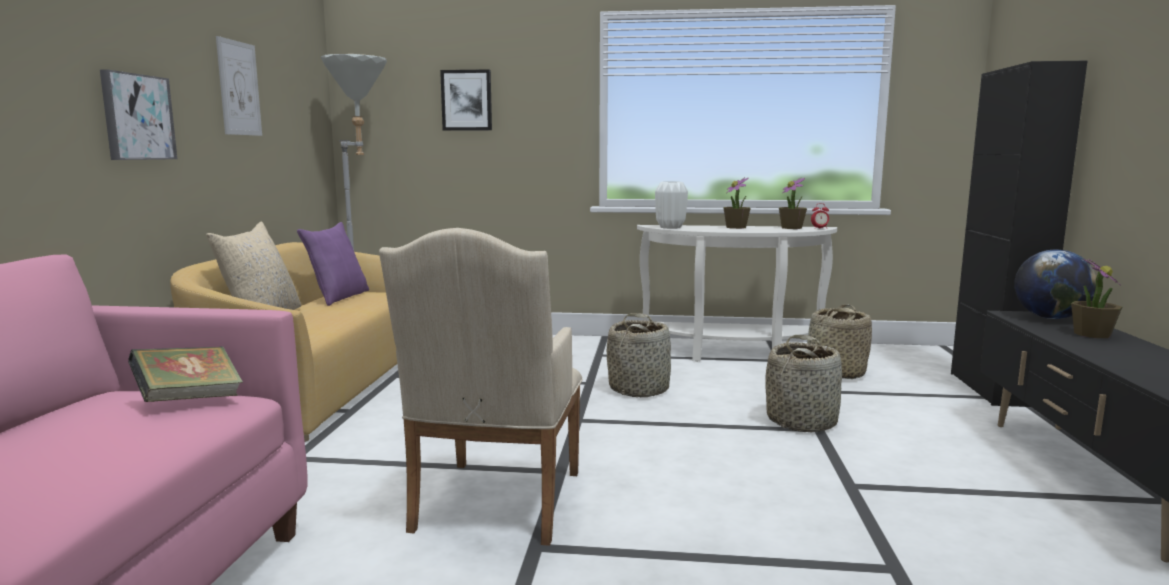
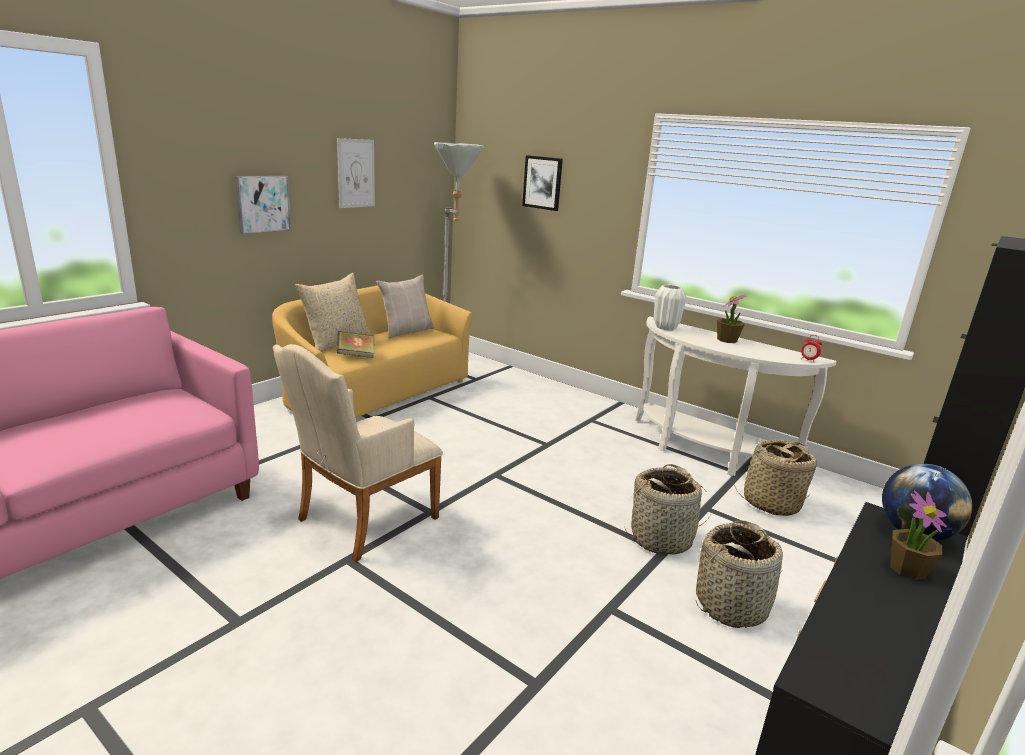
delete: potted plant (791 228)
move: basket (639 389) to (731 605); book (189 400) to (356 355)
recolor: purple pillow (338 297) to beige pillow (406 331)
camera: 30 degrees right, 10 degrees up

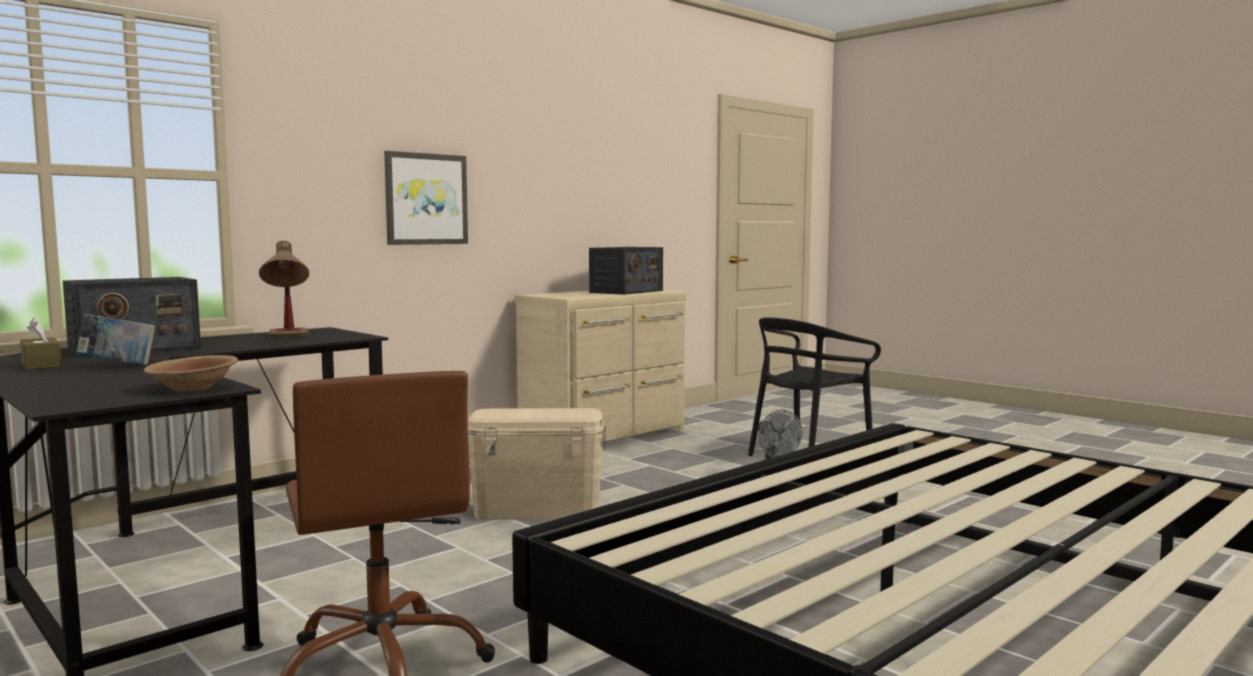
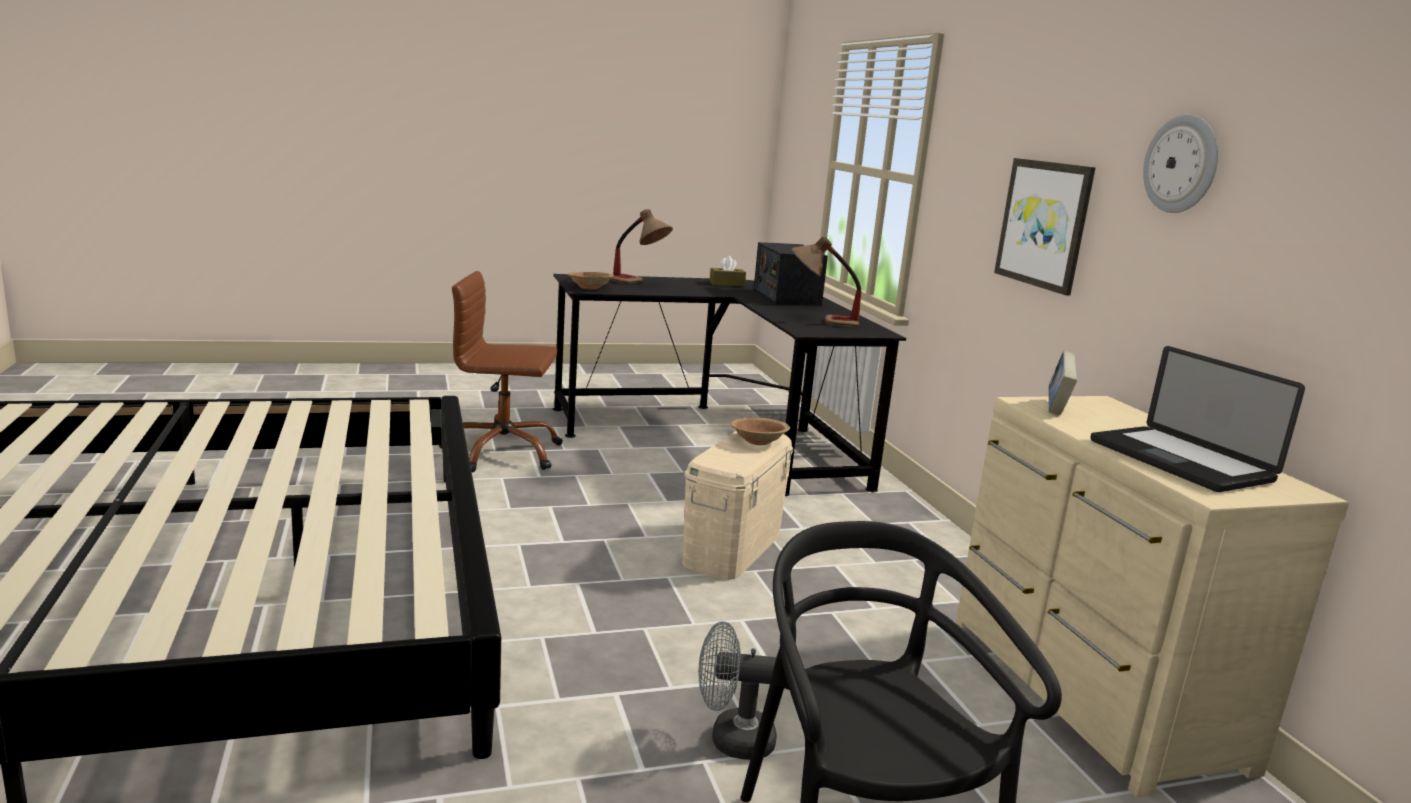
insert: wall clock (1182 164); table lamp (638 283); brown bowl (758 442)
move: book (118 365) to (1056 408)
replace: radio (626 291) to laptop (1179 461)
camera: 115 degrees right, 10 degrees up

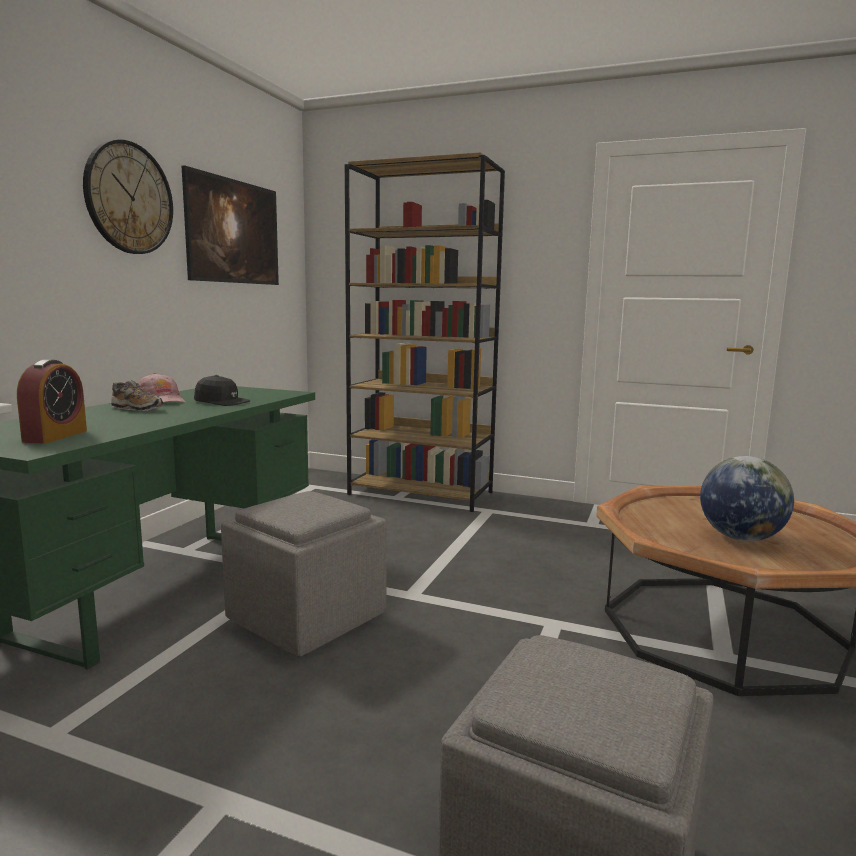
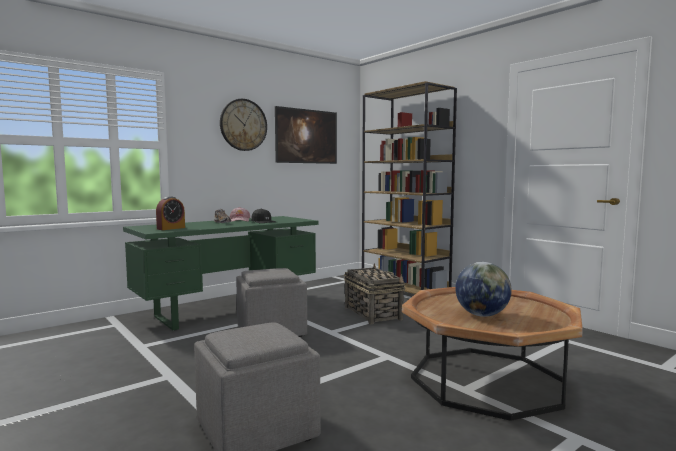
insert: basket (372 313)
camera: 30 degrees right, 5 degrees down

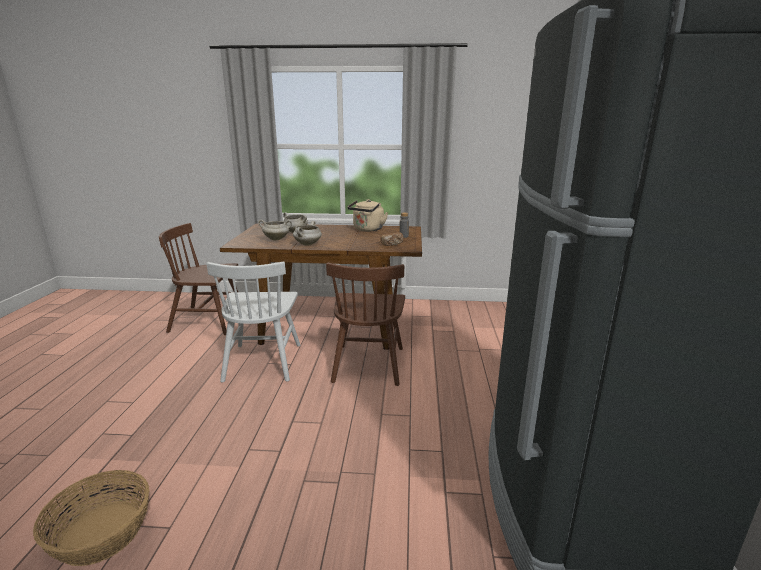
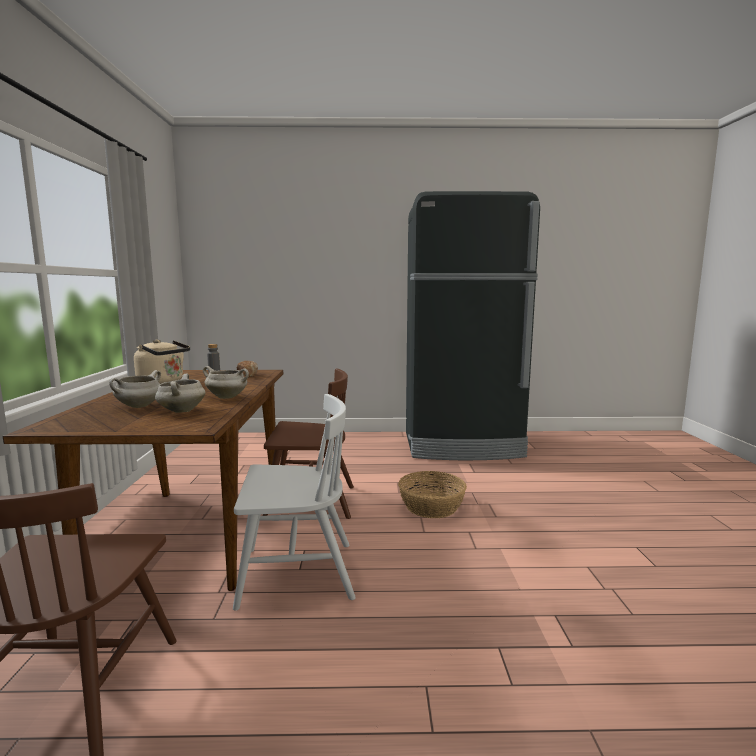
move: basket (101 533) to (432 506)
camera: 95 degrees left, 10 degrees down

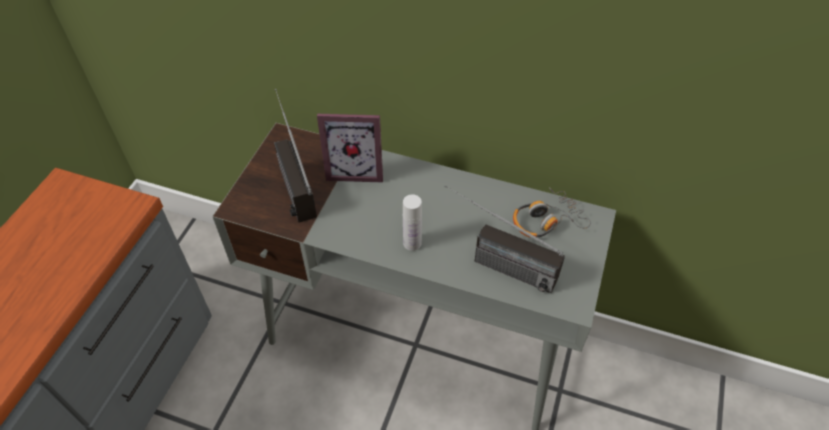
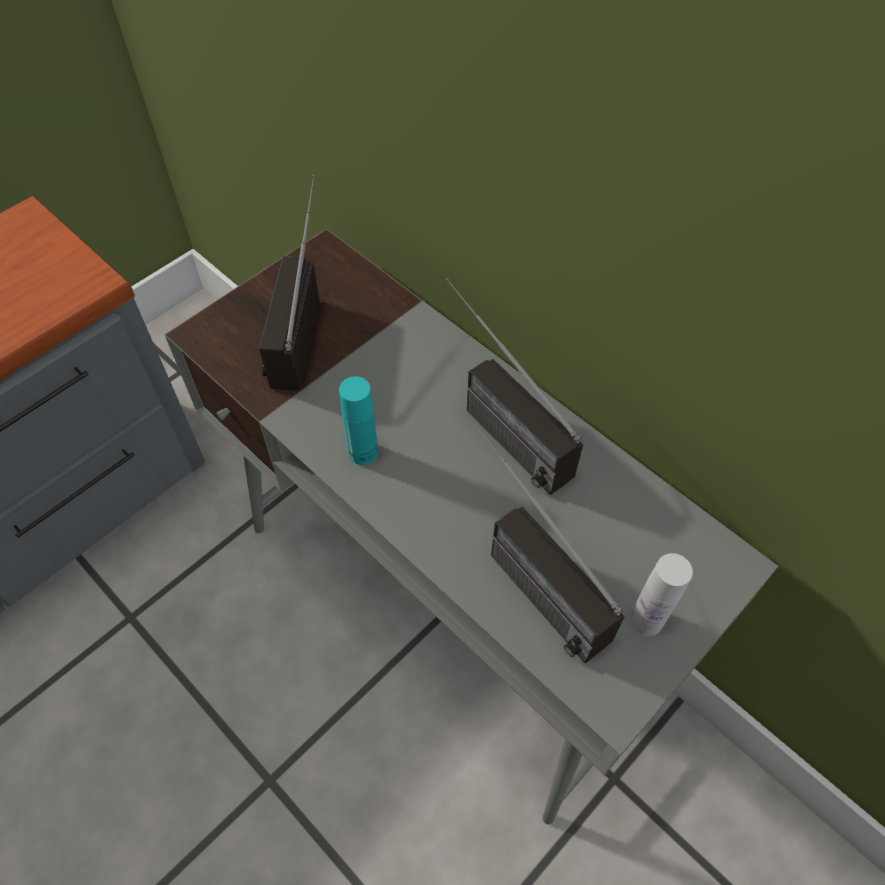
delete: picture frame (355 169); headphones (546 221)
insert: radio (493 422); turquoise bottle (363 452)
move: white bottle (412 243) to (646 620)
camera: 25 degrees right, 5 degrees up

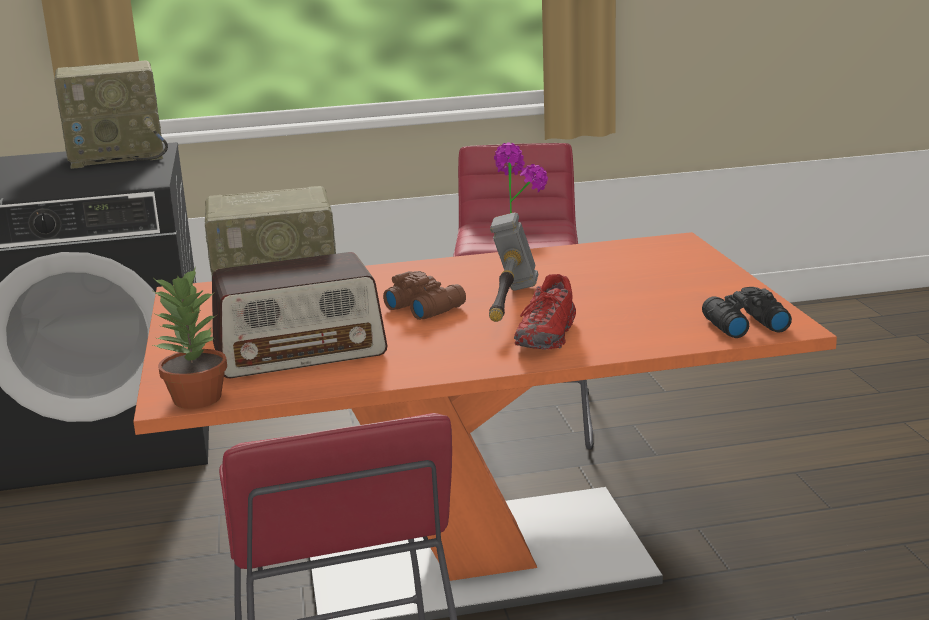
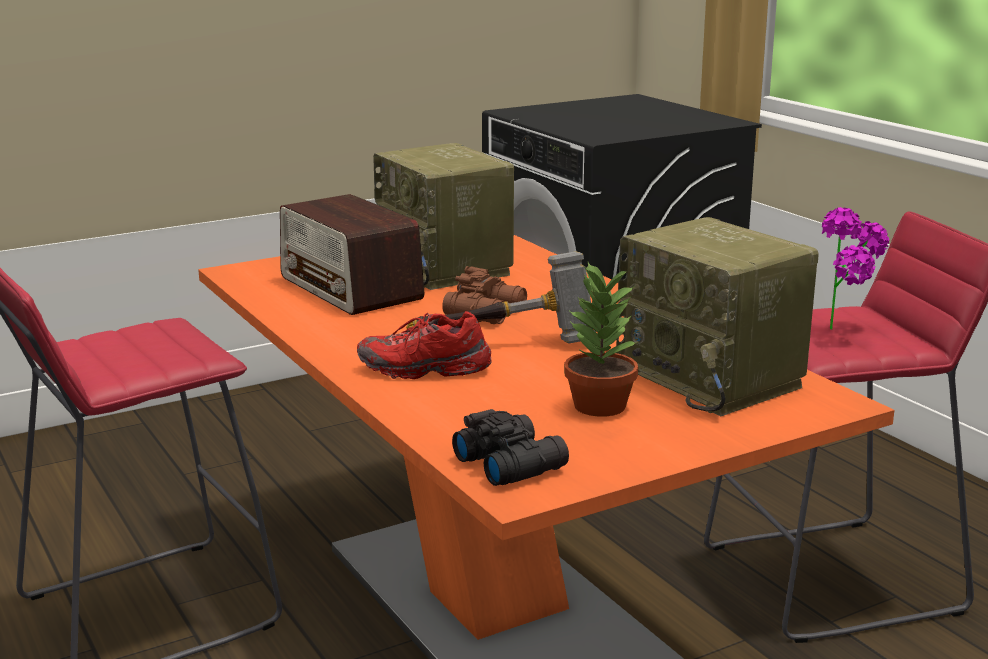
move: radio (118 156) to (713 379); potted plant (196 399) to (598 405)
camera: 70 degrees right, 0 degrees up

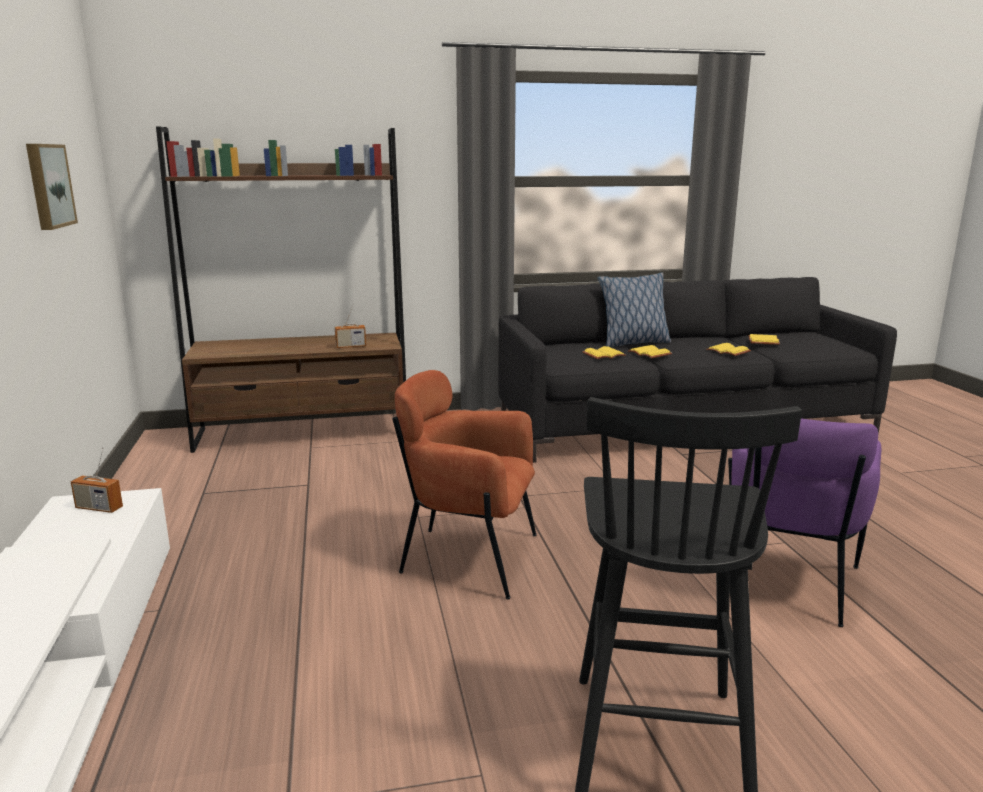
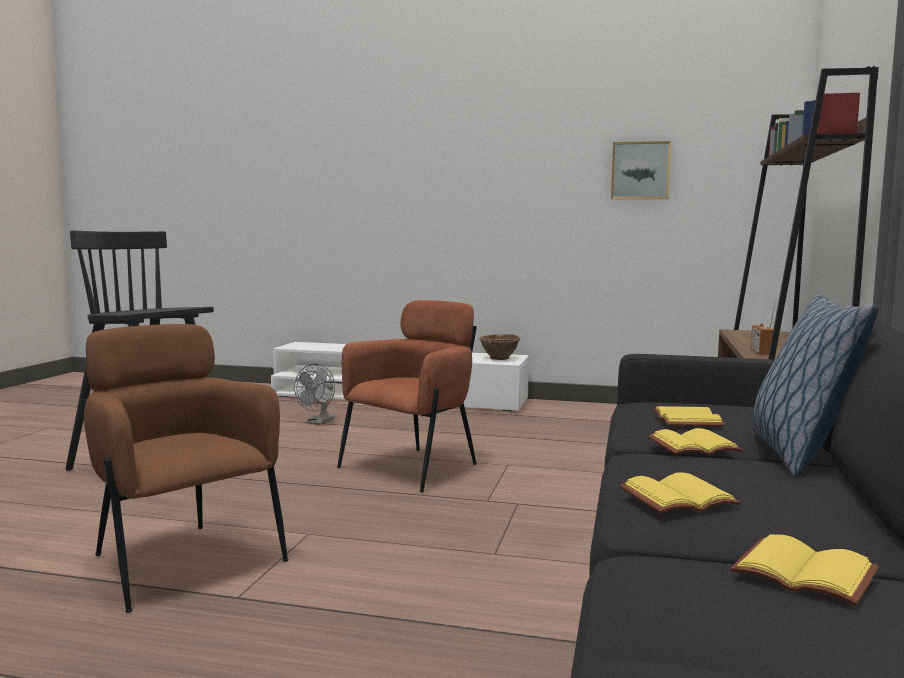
insert: grey fan (318 422)
replace: radio (99 508) to brown bowl (499 358)
recolor: purple armchair (787 584) to brown armchair (180 562)
camera: 115 degrees right, 10 degrees down

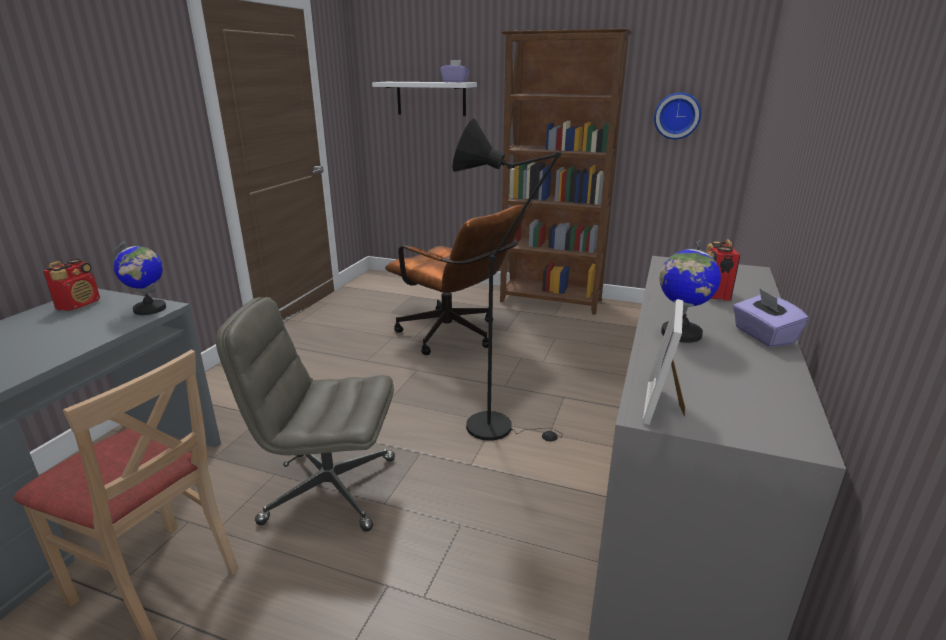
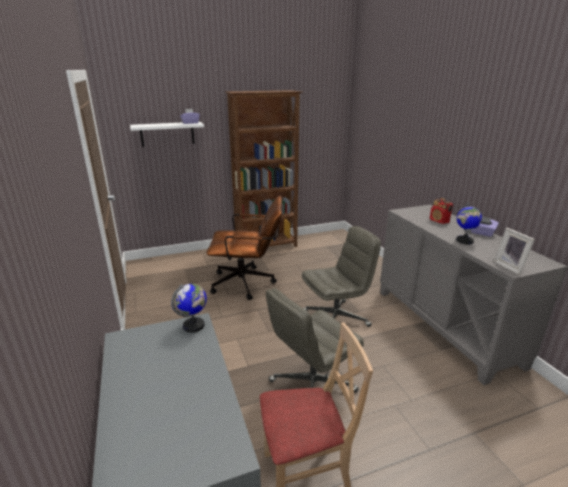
delete: wall clock (677 115); radio (79 304)
replace: black floor lamp (498 427) to grey office chair (336 318)
camera: 40 degrees left, 0 degrees up

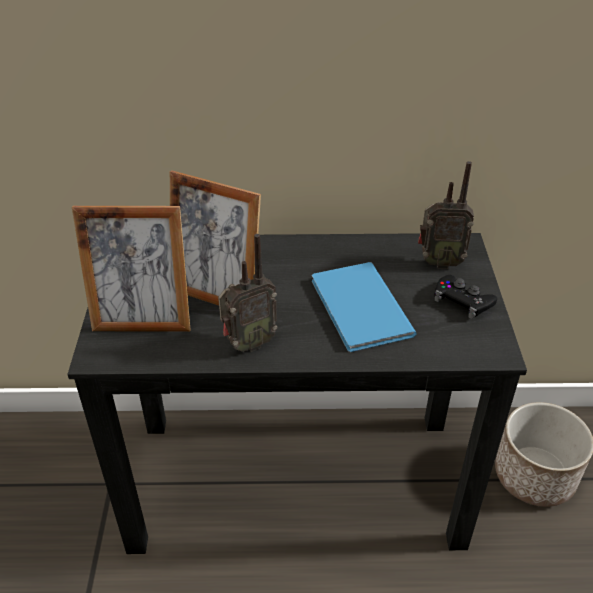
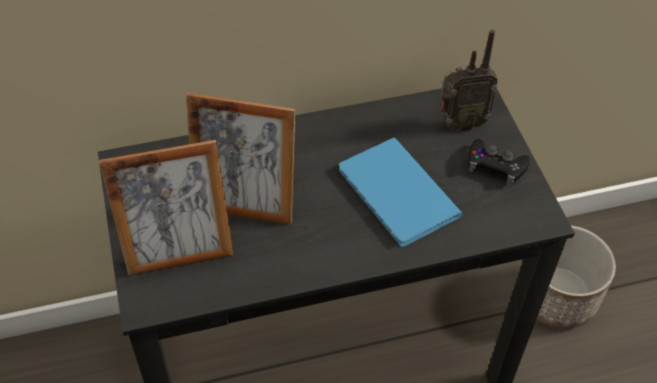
delete: radio (247 344)
camera: 15 degrees left, 10 degrees up

